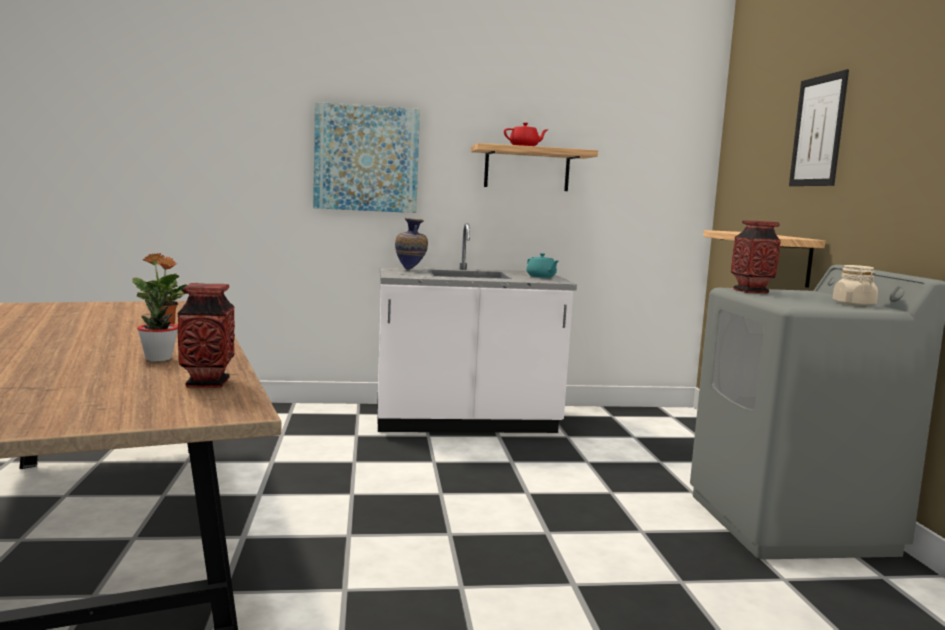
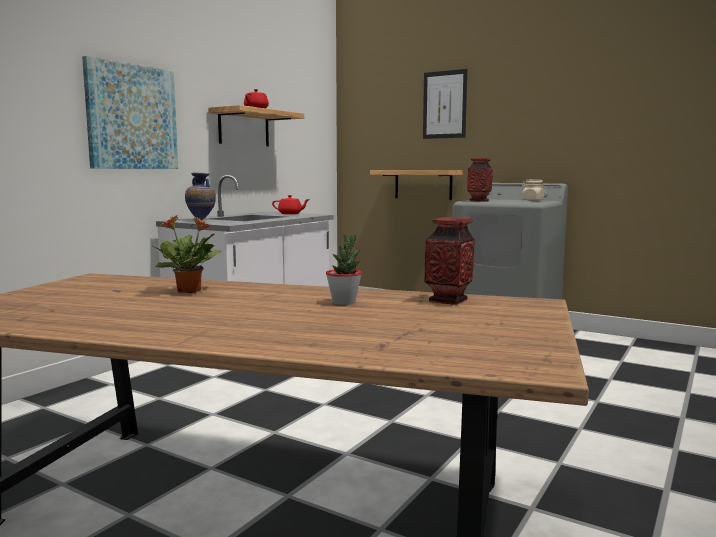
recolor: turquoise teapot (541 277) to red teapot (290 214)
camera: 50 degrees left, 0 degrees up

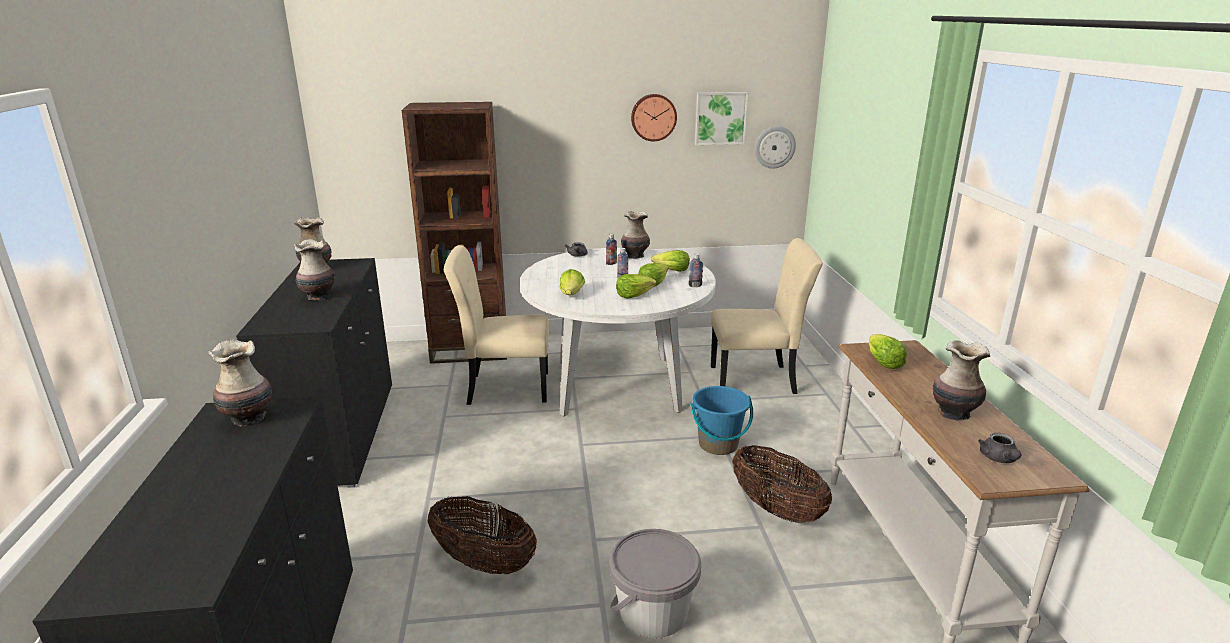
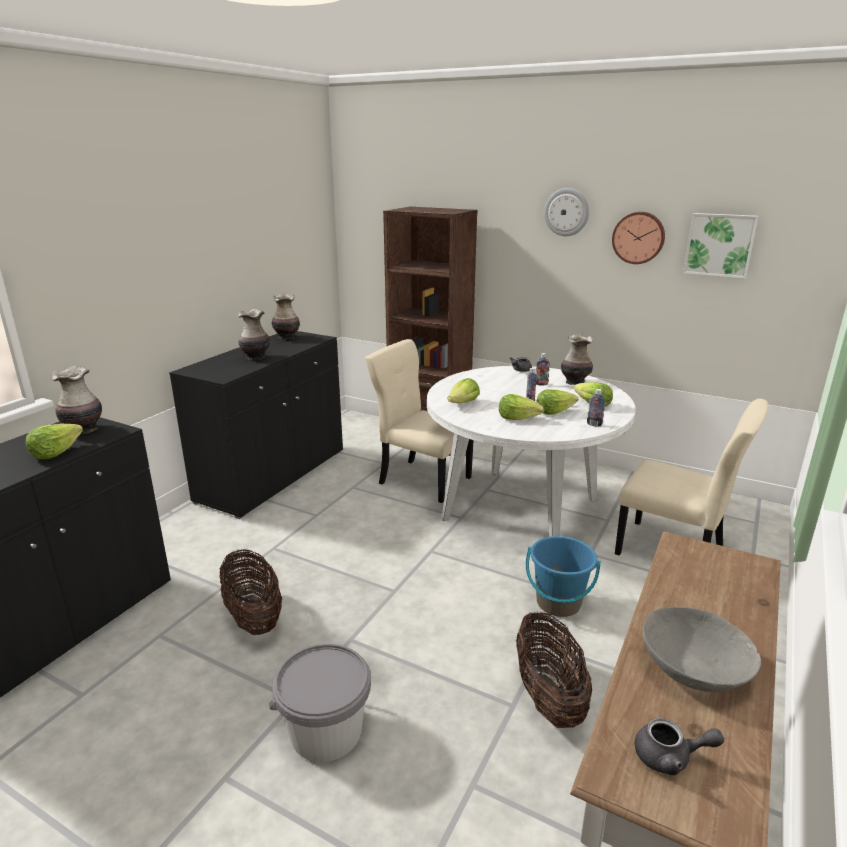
move: wall clock (774 147) to (566 212); lettuce (882 362) to (56 452)
replace: vase (953 413) to grey bowl (693 668)
rotate: grey teapot (999 459) = (670 757) 120 degrees counterclockwise
camera: 35 degrees right, 0 degrees up

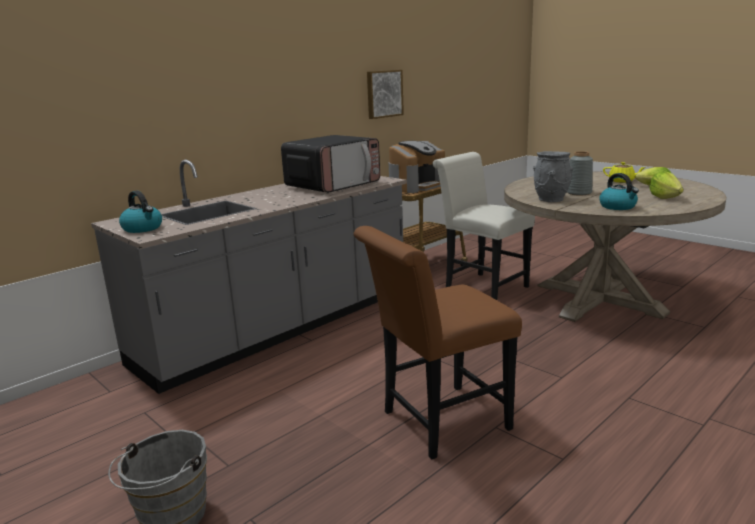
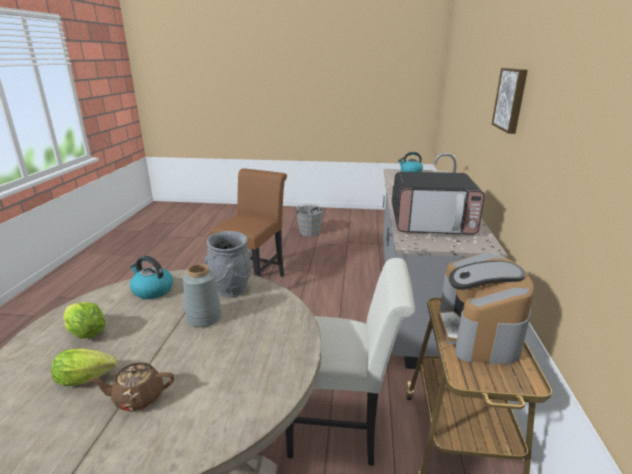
move: picture (383 94) to (511 99)
recolor: yellow teapot (622 181) to brown teapot (138 397)
rotate: microwave (333 185) = (432 223) 90 degrees counterclockwise
camera: 140 degrees right, 5 degrees up

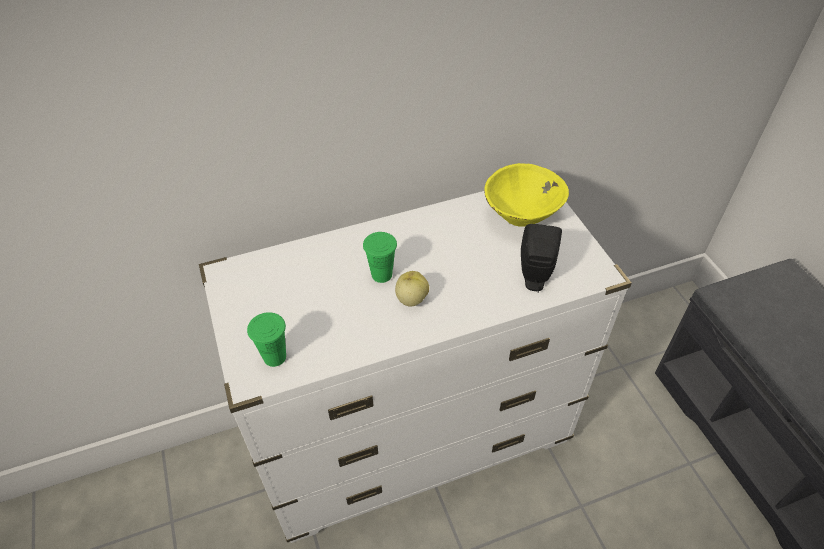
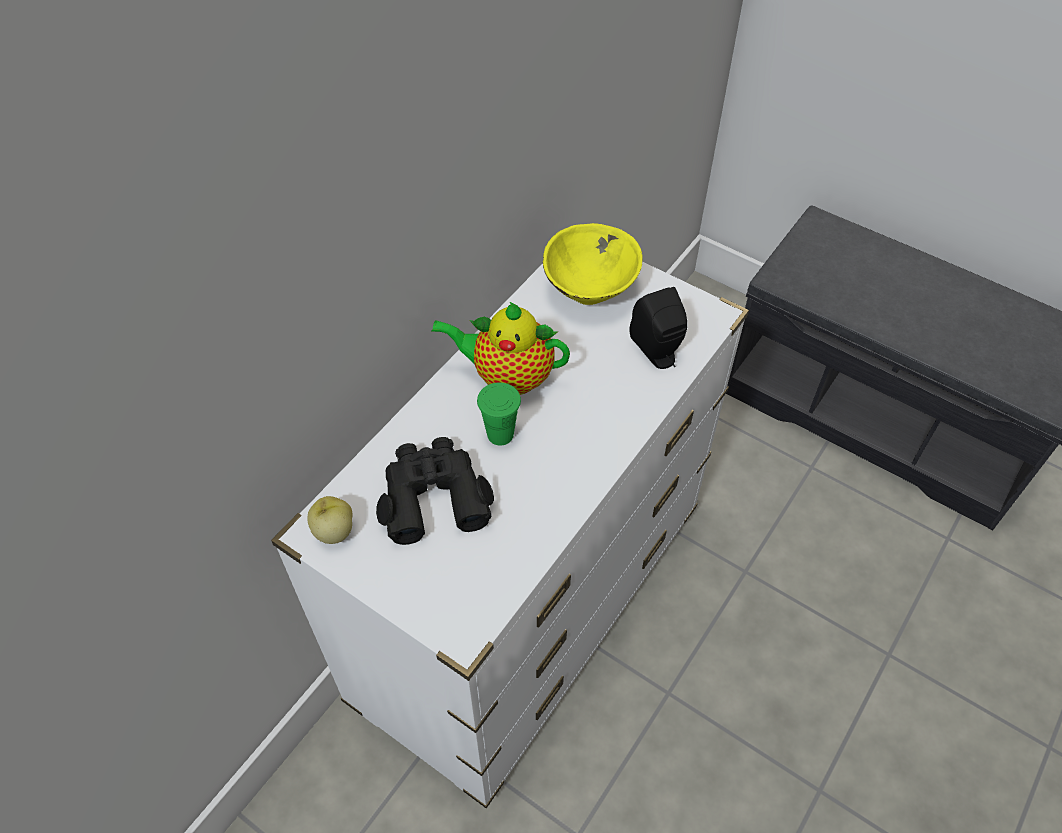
delete: green cup (274 357)
insert: teapot (508 376); black binoculars (433 496)
move: apple (411 299) to (333 531)
camera: 35 degrees left, 5 degrees up

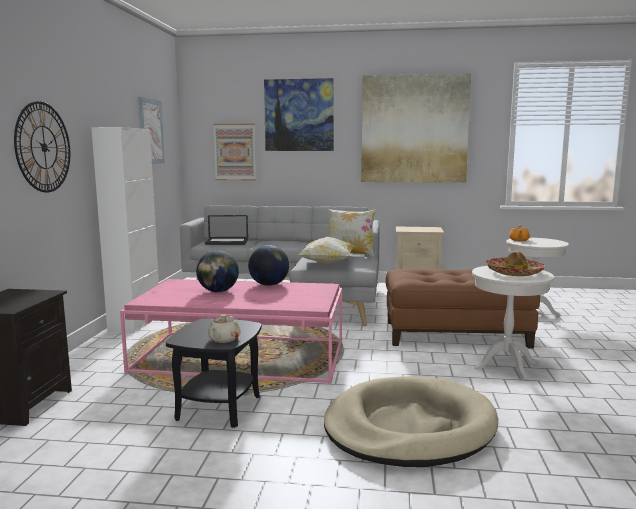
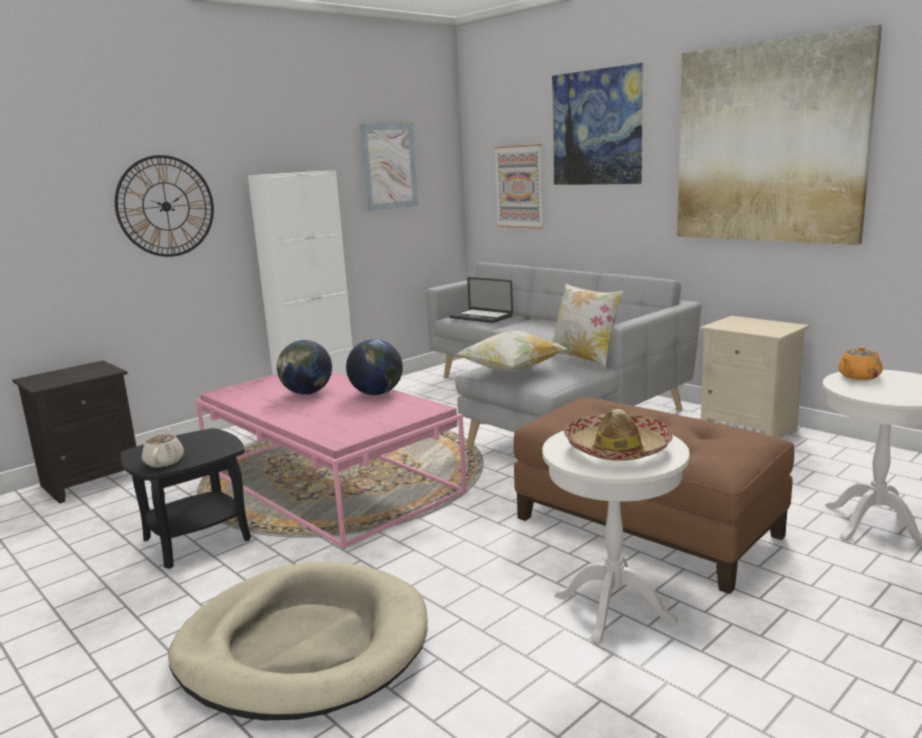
rotate: beige teapot (223 339) = (164 462) 120 degrees clockwise
camera: 40 degrees right, 5 degrees up

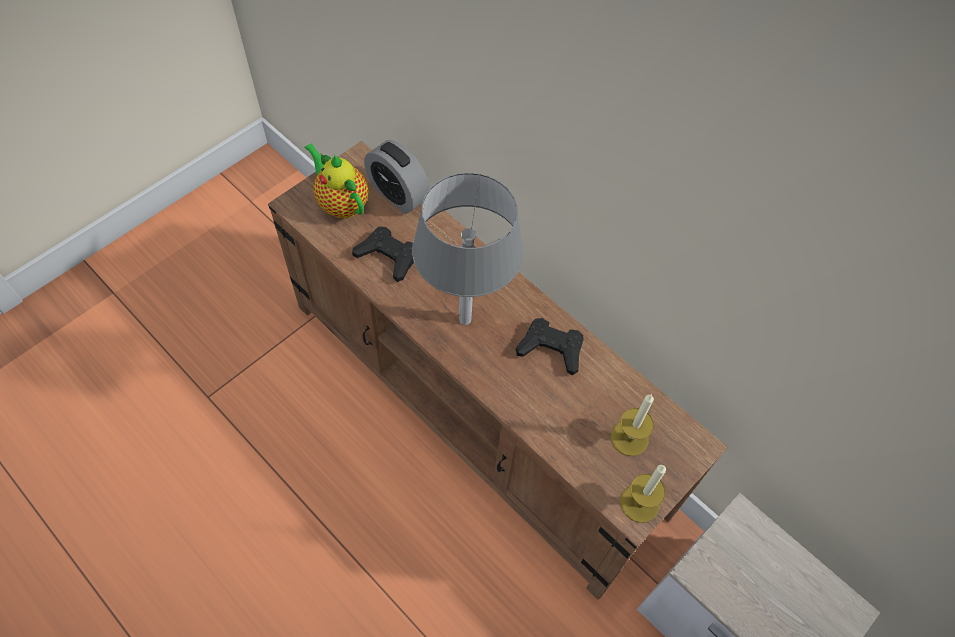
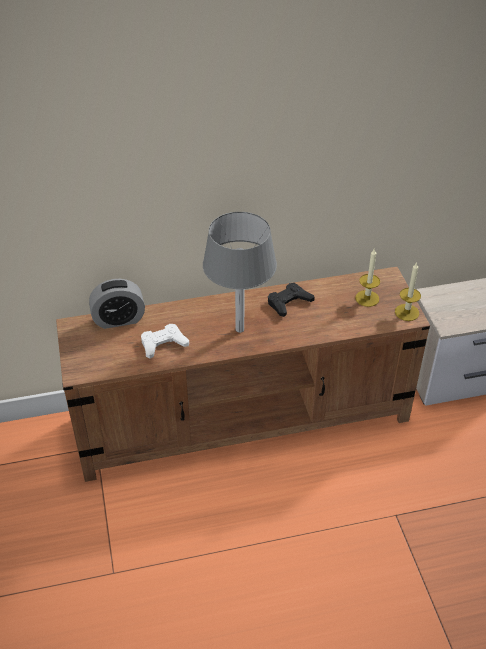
delete: teapot (341 203)
recolor: black game controller (388 256) to white game controller (163 344)
camera: 55 degrees left, 15 degrees down

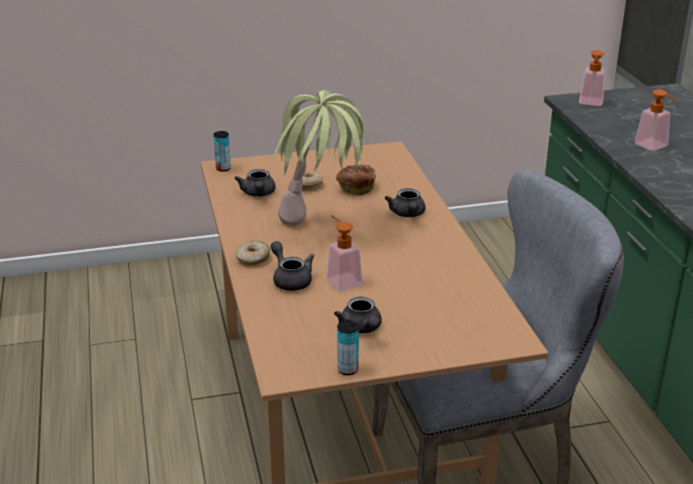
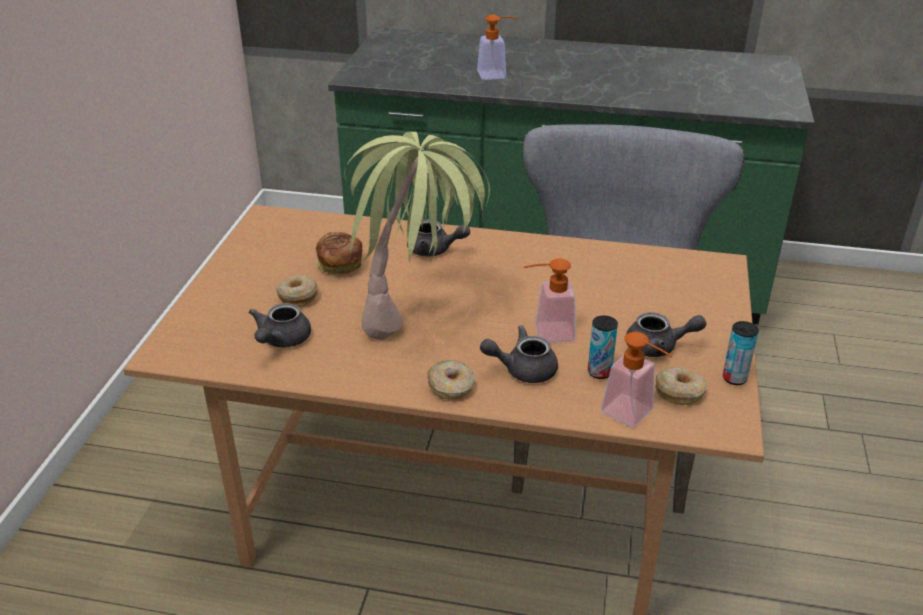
insert: donut (679 392)
move: soap dispenser (590 104) to (634 415); can (223 168) to (599 372)
rotate: grey teapot (258 194) = (281 340) 90 degrees clockwise
camera: 65 degrees left, 5 degrees up

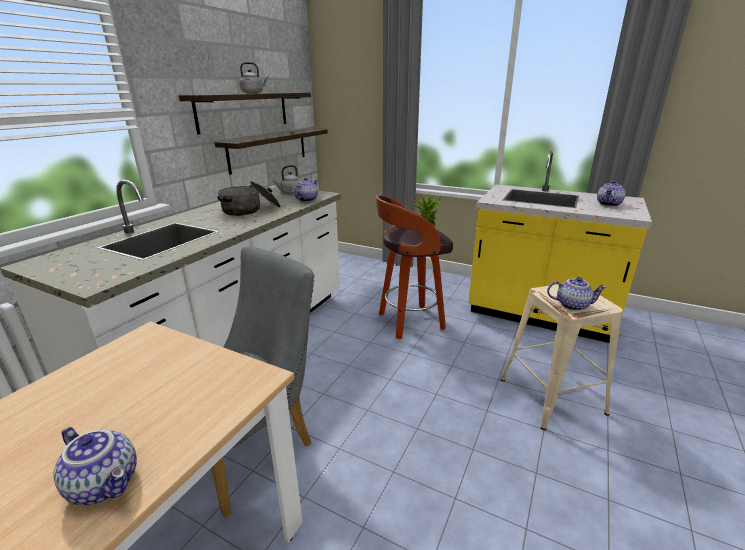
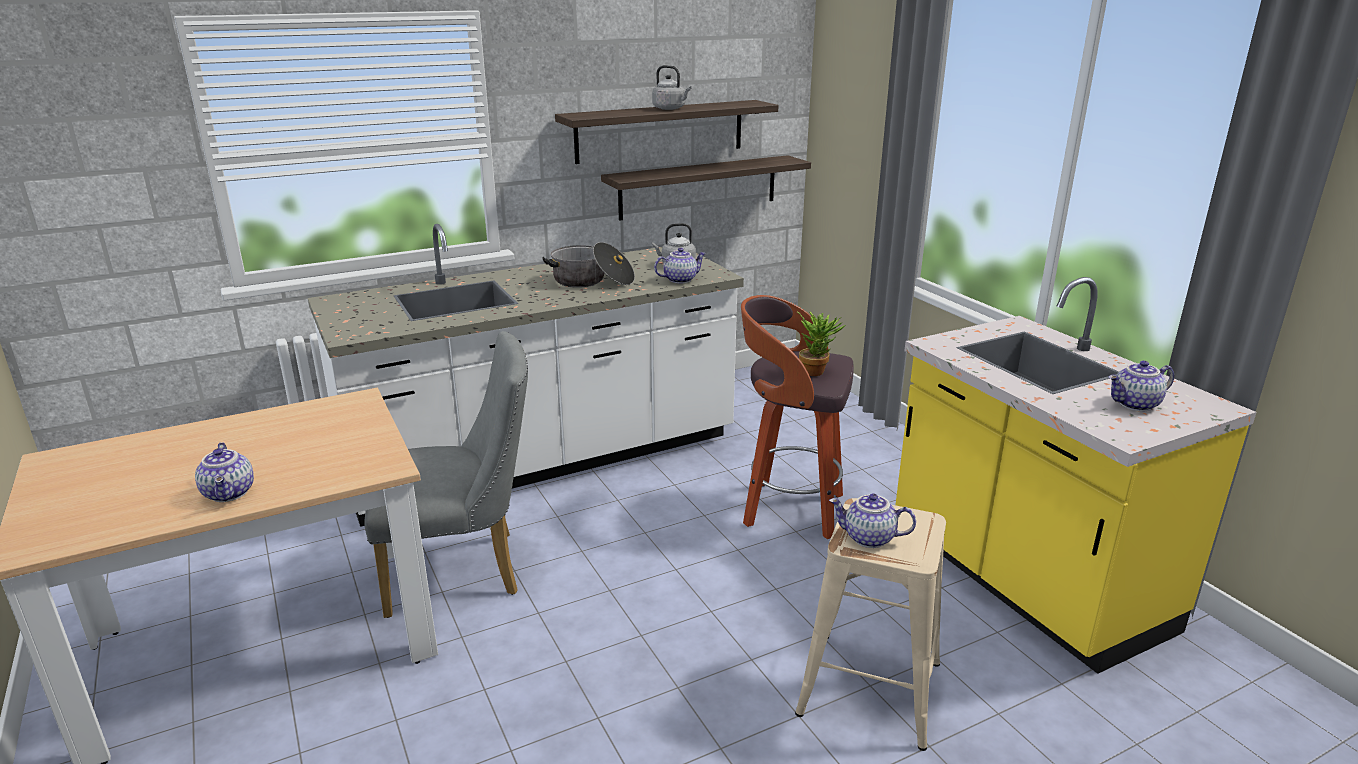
rotate: teapot (572 305) = (868 538) 150 degrees clockwise
camera: 35 degrees right, 0 degrees up

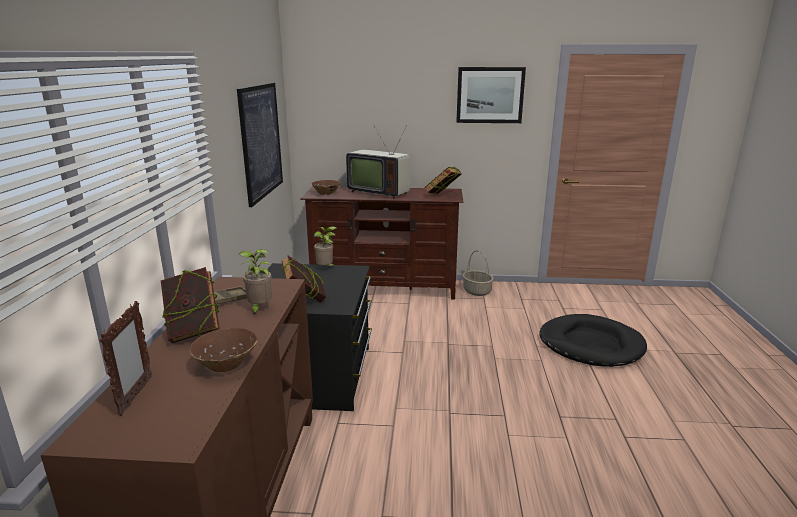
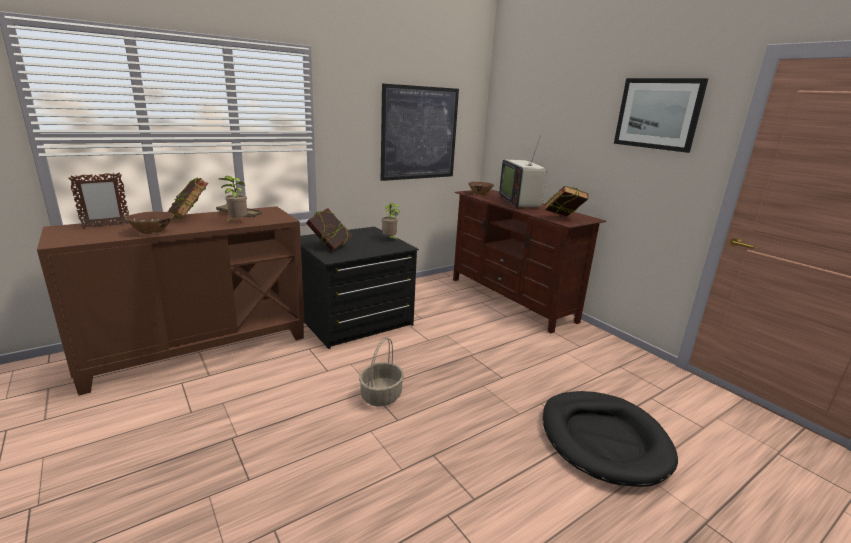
move: basket (476 291) to (381 395)
camera: 50 degrees right, 0 degrees up

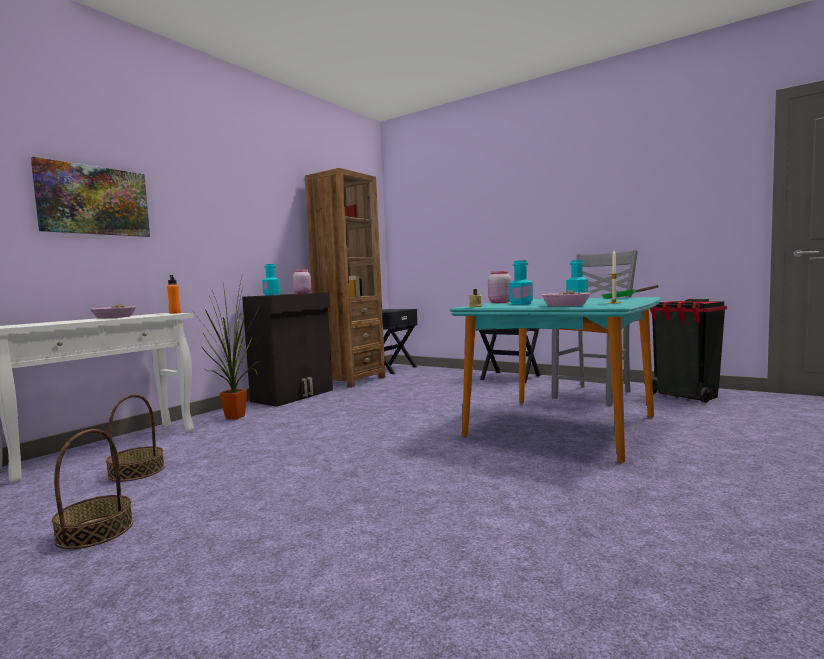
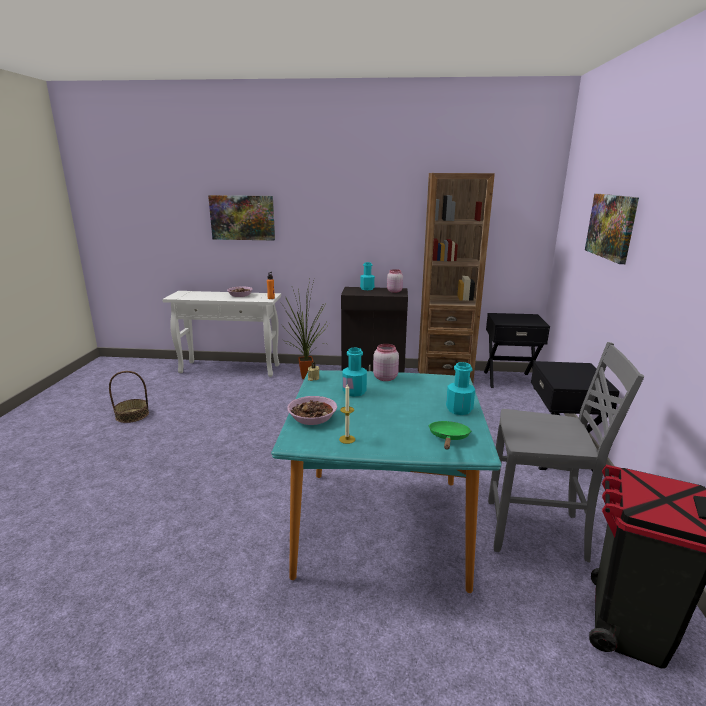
delete: basket (136 471)
insert: picture (611 226)
camera: 60 degrees right, 15 degrees up

